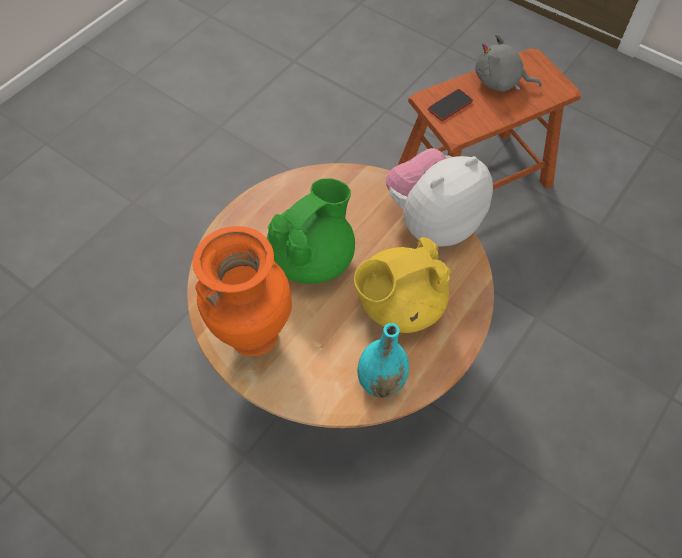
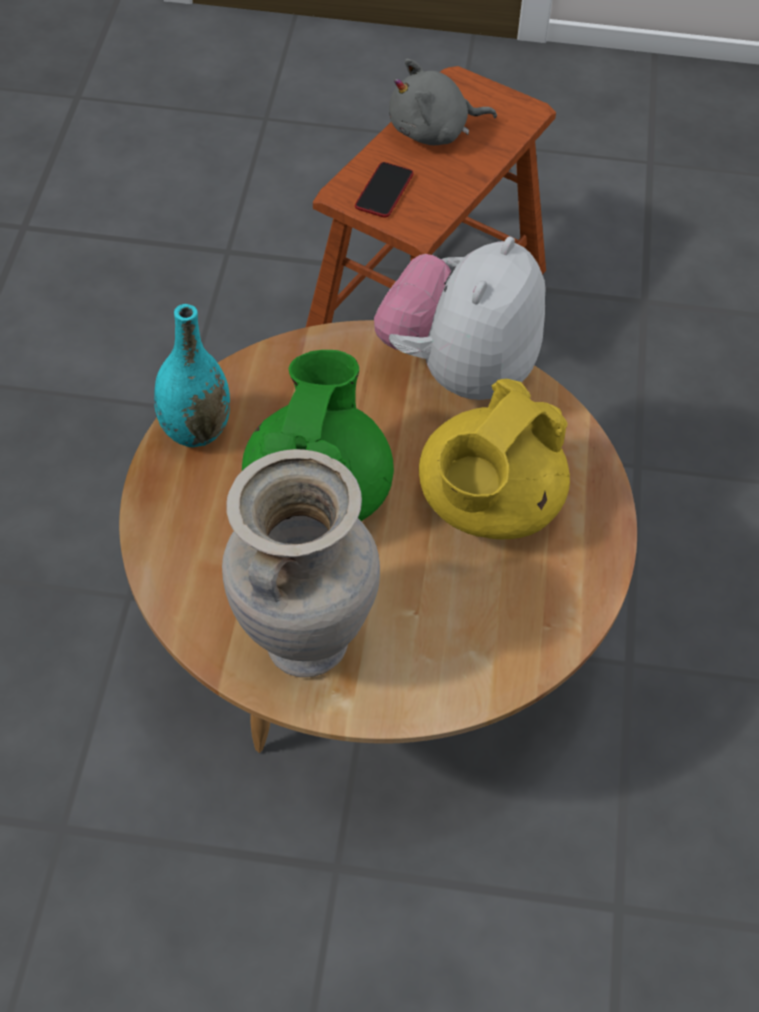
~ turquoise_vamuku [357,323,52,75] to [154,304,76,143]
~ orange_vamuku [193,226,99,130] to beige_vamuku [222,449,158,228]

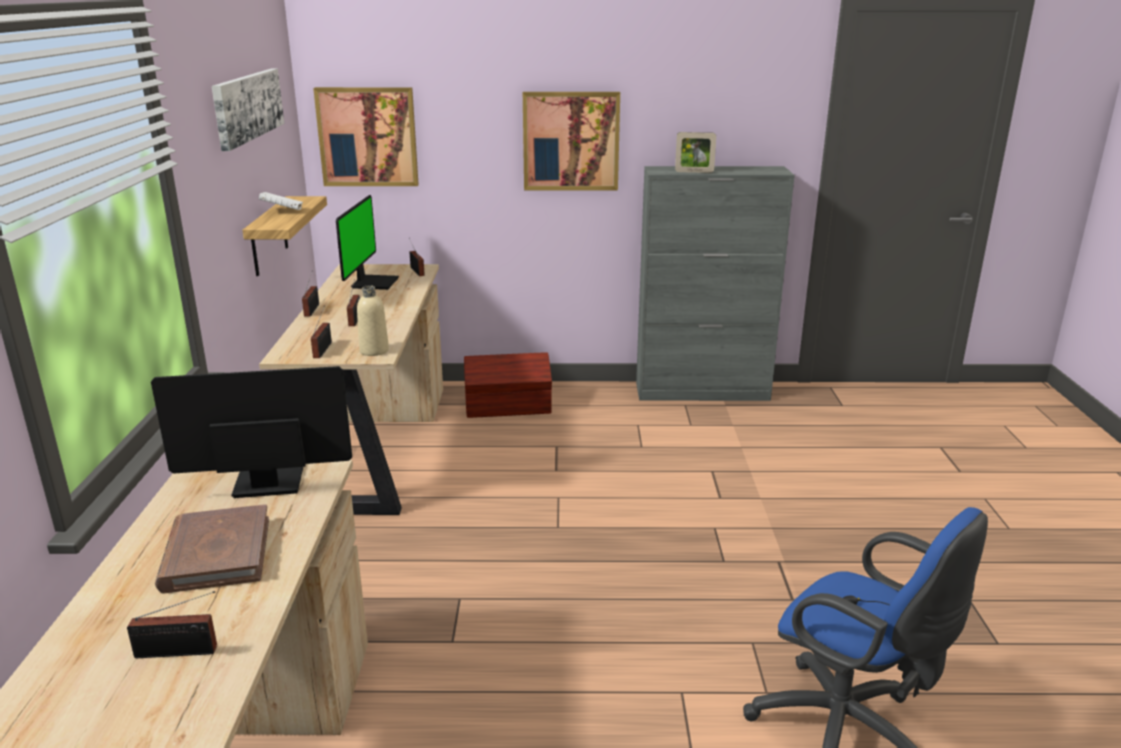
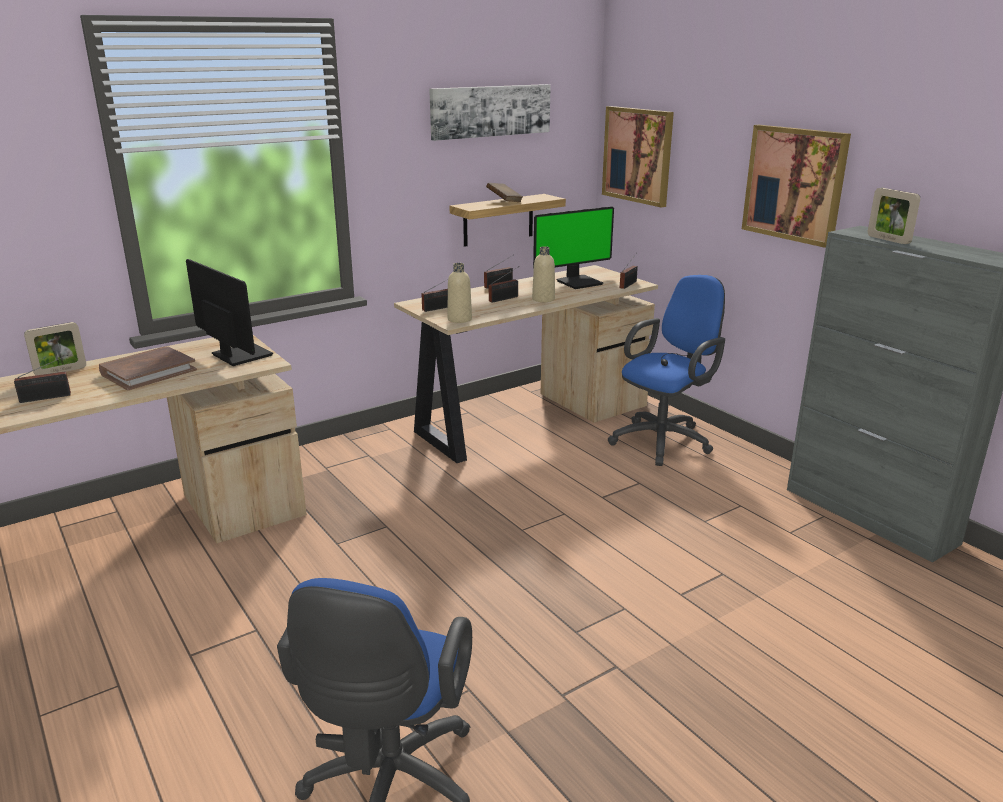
~ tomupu [127,591,90,67] = [14,355,57,48] 75 degrees counterclockwise
+ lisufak [24,322,62,53]
~ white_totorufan [259,192,44,18] to brown_totorufan [486,183,37,19]
+ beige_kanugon [532,246,23,56]
~ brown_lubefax [464,352,88,66] to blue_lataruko [608,275,117,191]

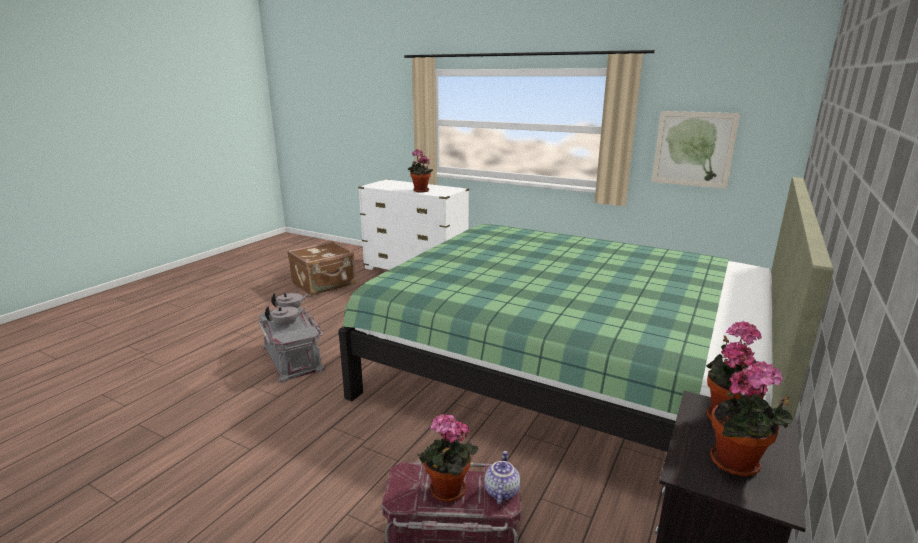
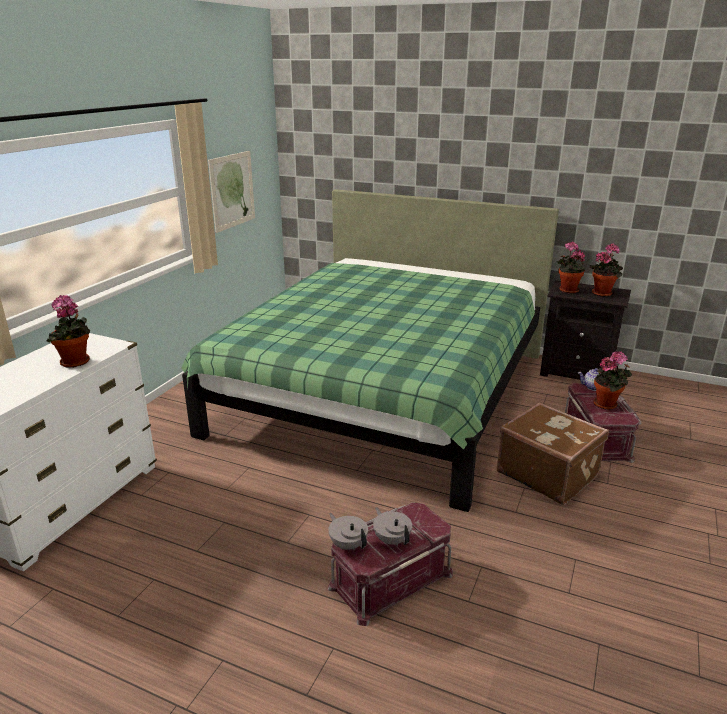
~ grey_lubefax [258,307,68,76] to red_lubefax [328,503,125,123]
~ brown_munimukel [287,241,69,55] to [496,402,113,103]

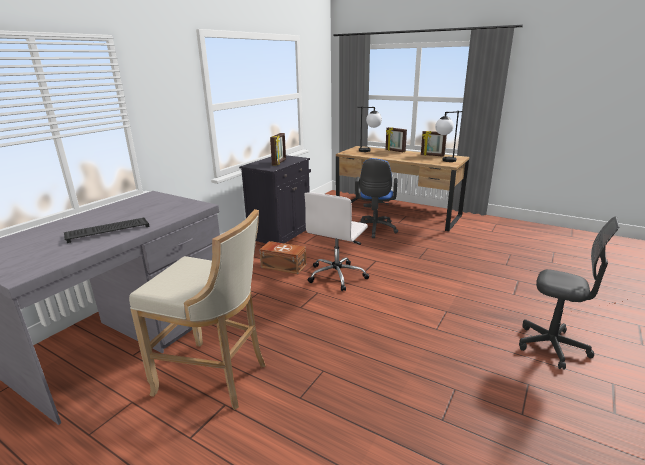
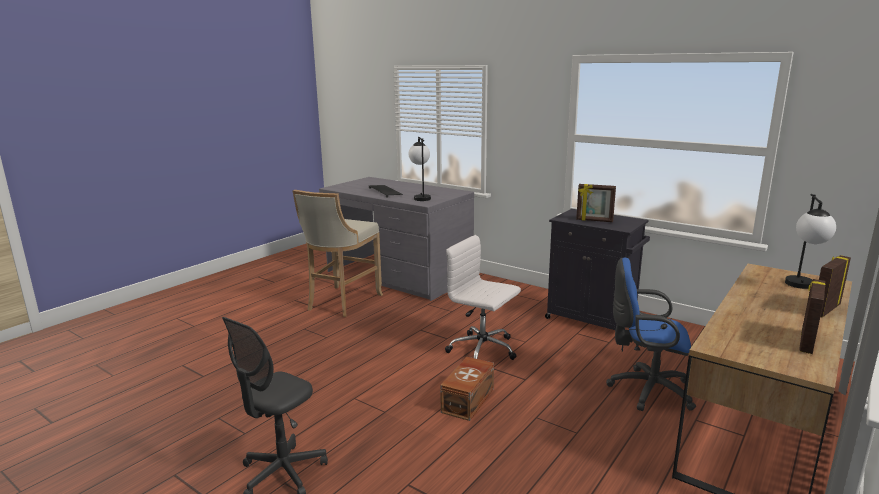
~ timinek [435,111,28,51] to [409,137,22,64]
~ brown_lubefax [259,241,47,33] to [440,357,54,64]

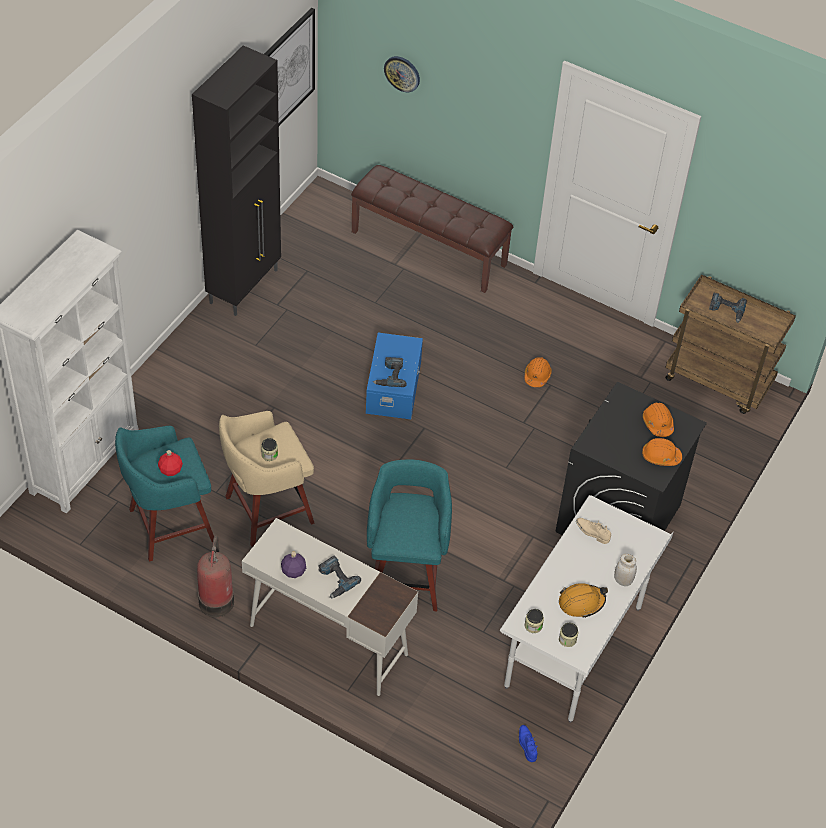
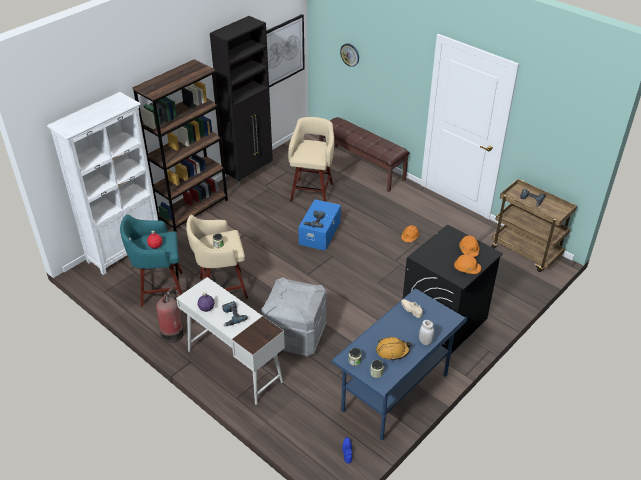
+ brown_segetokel [132,59,96,173]
~ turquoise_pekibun [367,459,85,152] to grey_lubefax [261,277,66,80]
+ beige_pekibun [288,117,46,85]
~ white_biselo [500,495,174,228] to blue_biselo [331,288,137,153]

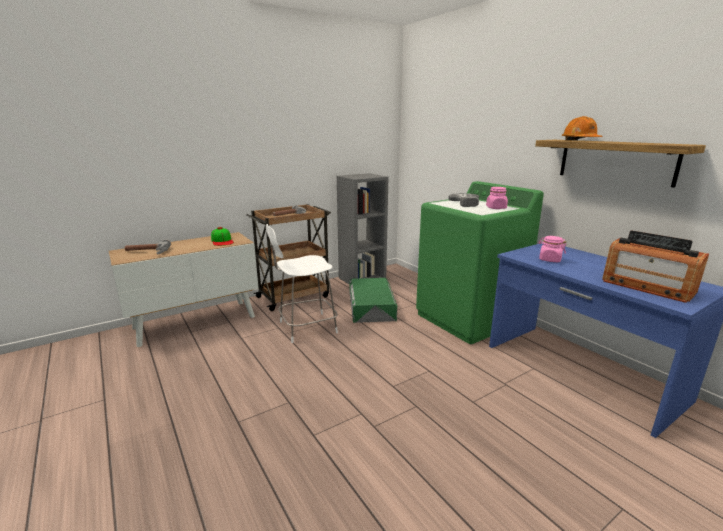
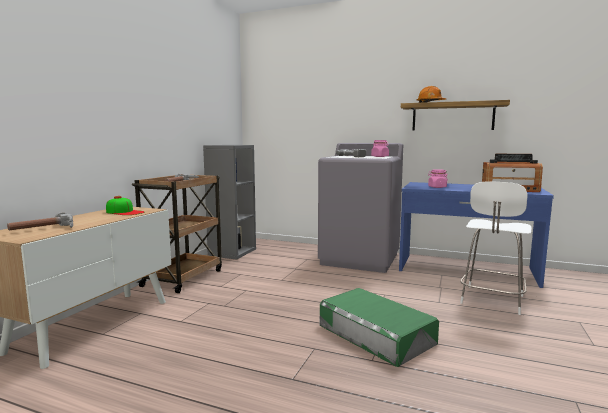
~ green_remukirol [416,181,128,163] to grey_remukirol [318,143,85,130]
~ green_lubefax [349,278,48,45] to [320,288,119,79]
~ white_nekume [266,224,72,119] to [460,181,72,134]

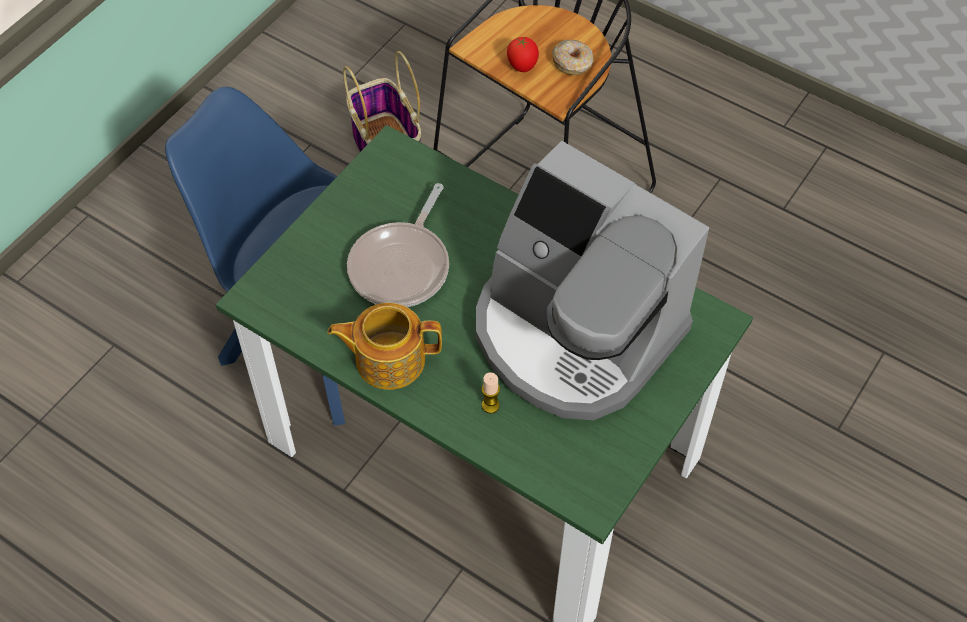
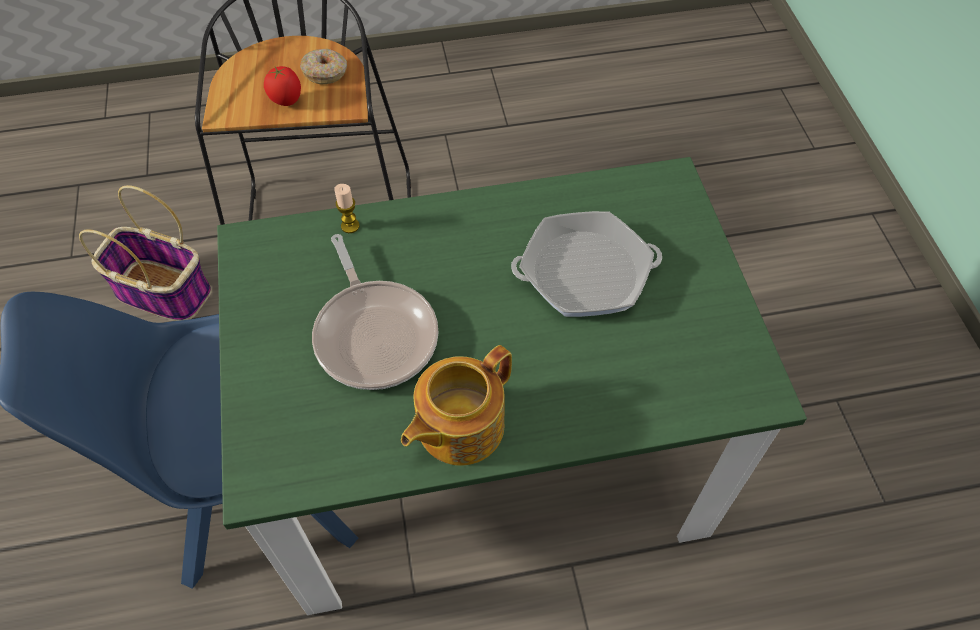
~ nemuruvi [481,372,19,41] to [334,184,26,49]
~ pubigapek [476,141,233,279] to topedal [511,211,151,106]

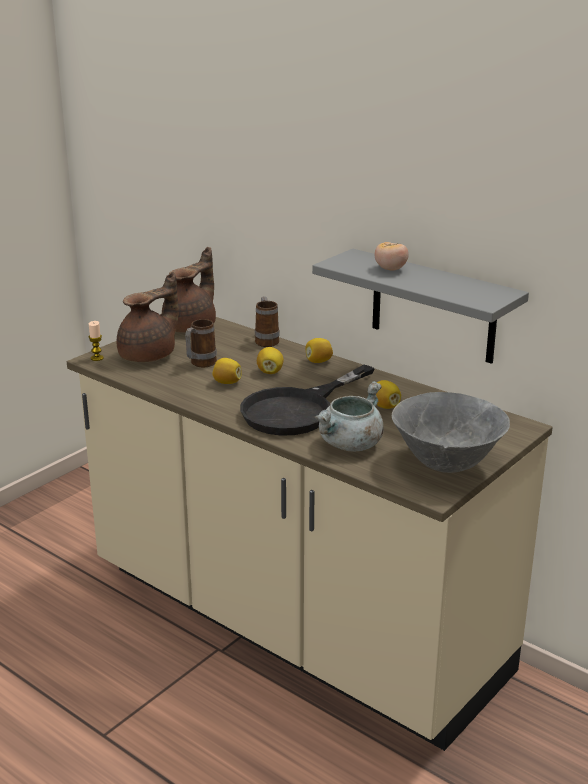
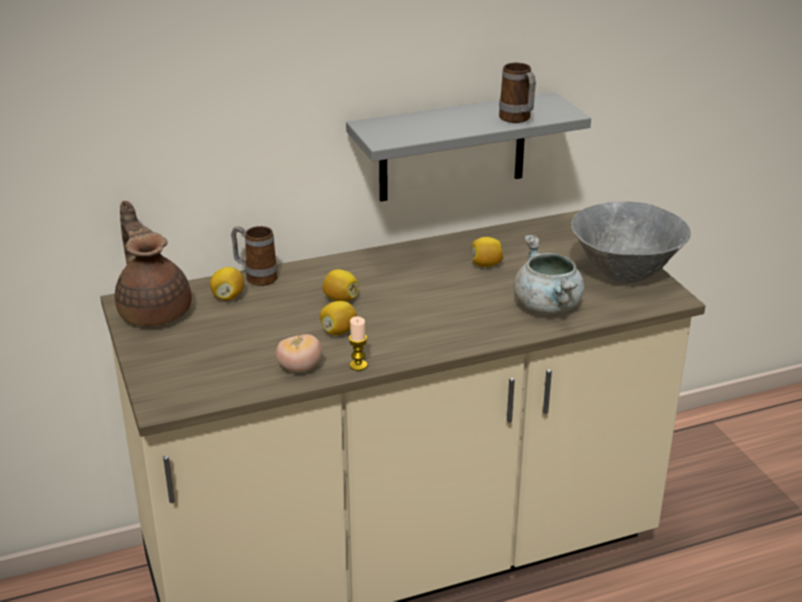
~ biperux [305,338,28,25] to [210,267,34,34]
~ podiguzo [375,242,34,28] to [275,334,47,39]
~ nemuruvi [88,321,16,40] to [349,316,19,55]
~ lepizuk [185,319,32,49] to [499,63,37,60]
- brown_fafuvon [117,272,62,90]
- black_topedal [240,364,135,72]

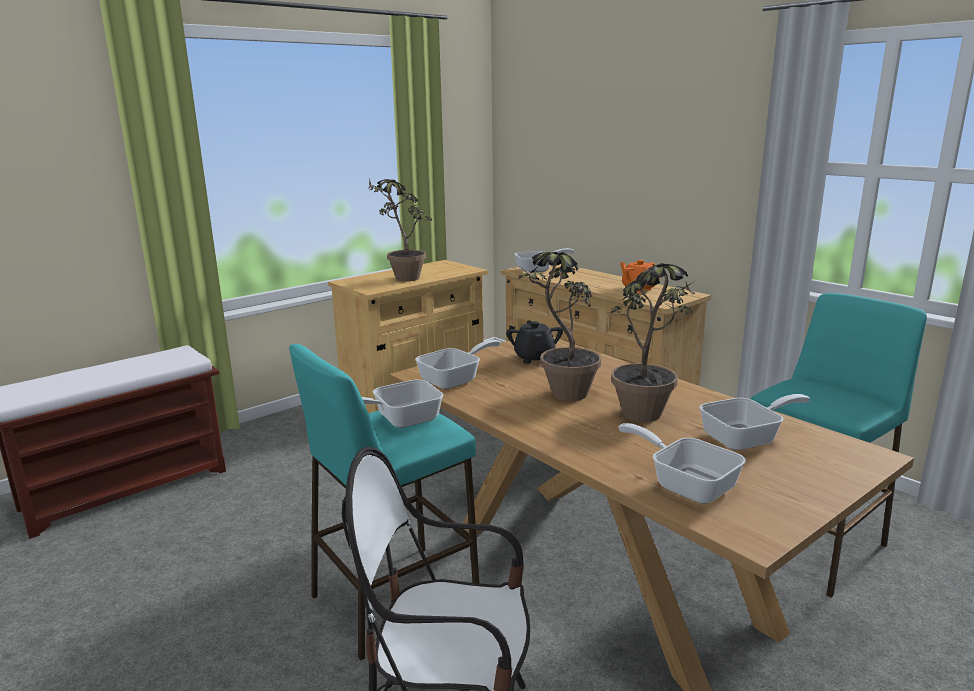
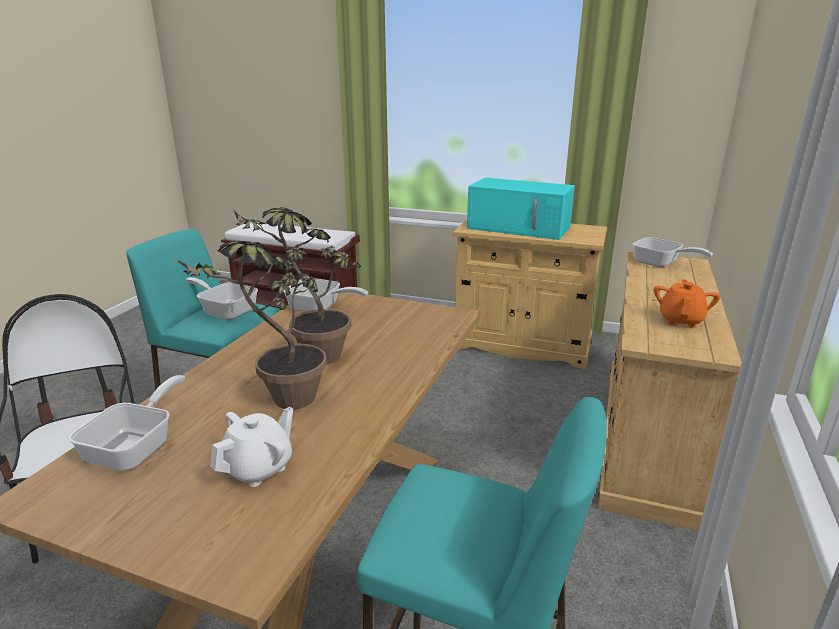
~ topedal [699,394,111,56] to white_fafuvon [210,407,83,80]
~ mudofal [369,178,63,103] to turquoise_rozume [467,178,108,62]
- black_fafuvon [506,321,57,43]

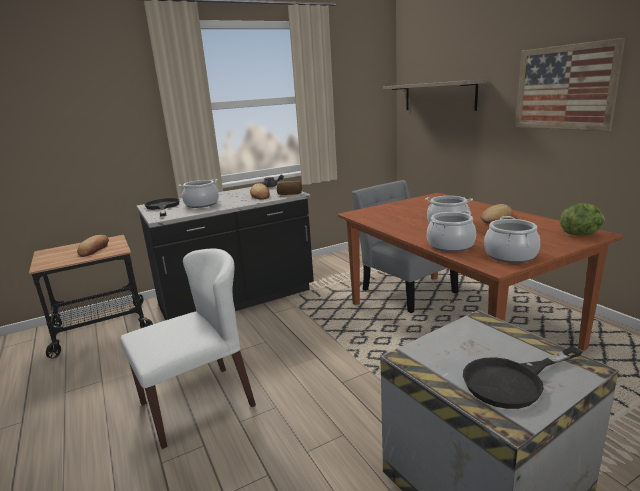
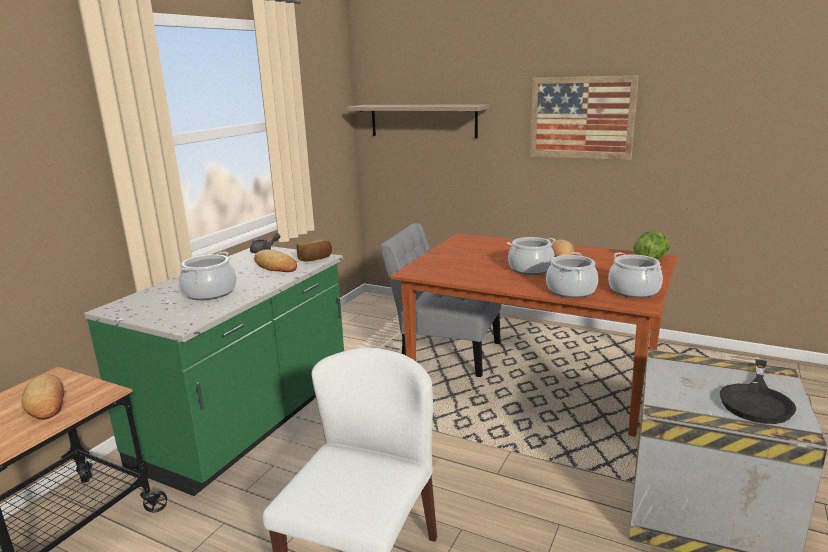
~ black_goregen [137,185,177,135] to green_goregen [84,246,260,250]
- black_topedal [144,198,36,18]

